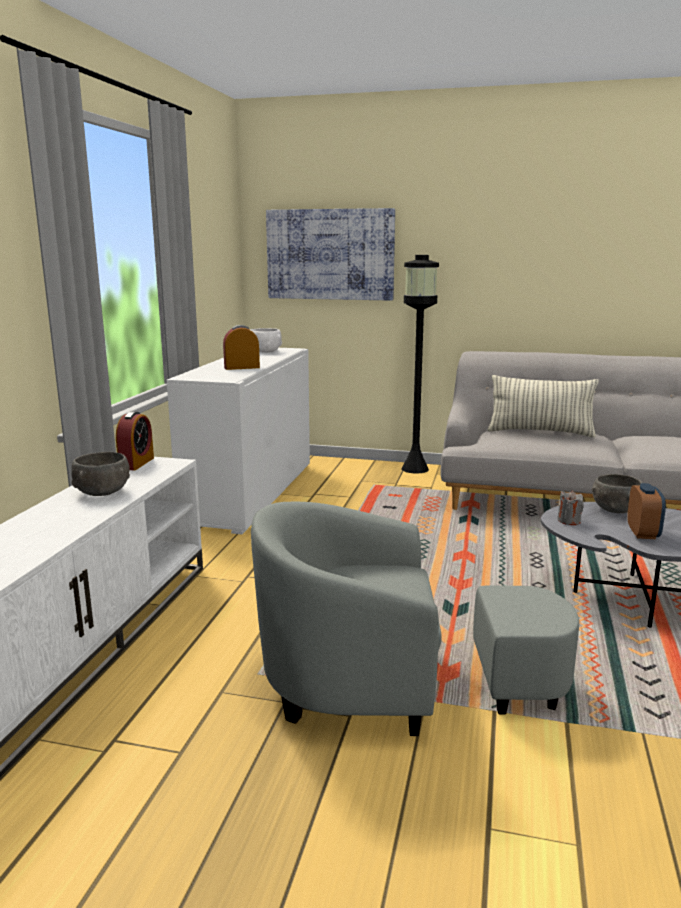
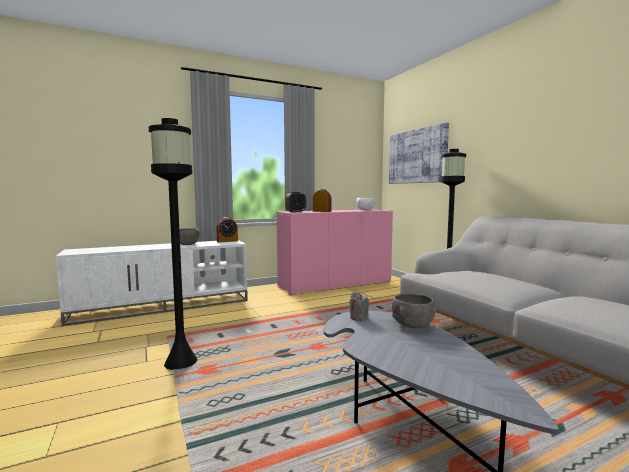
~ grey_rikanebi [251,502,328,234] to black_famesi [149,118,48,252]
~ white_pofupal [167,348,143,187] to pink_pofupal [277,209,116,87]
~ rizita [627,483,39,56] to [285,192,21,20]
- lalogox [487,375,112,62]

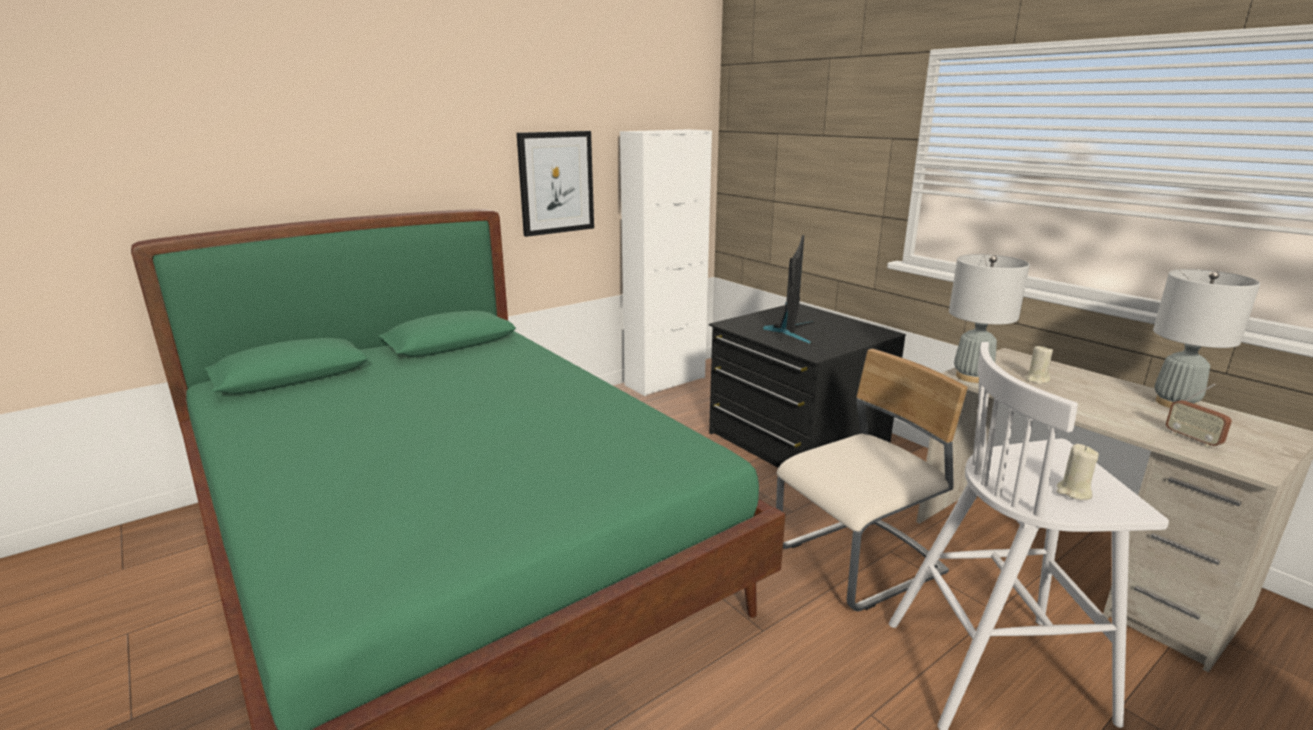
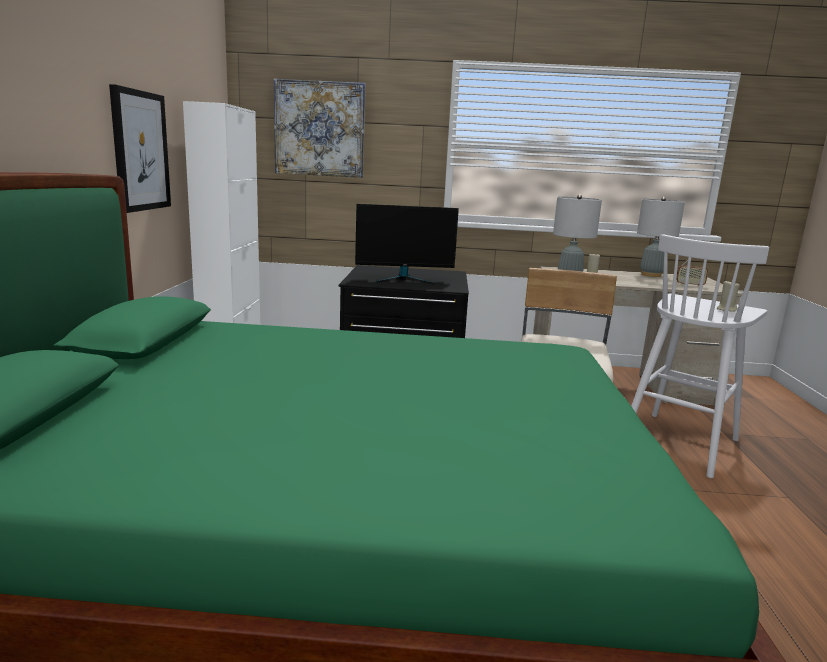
+ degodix [274,79,91,99]
~ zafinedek [763,235,51,109] = [355,204,104,81] 120 degrees clockwise

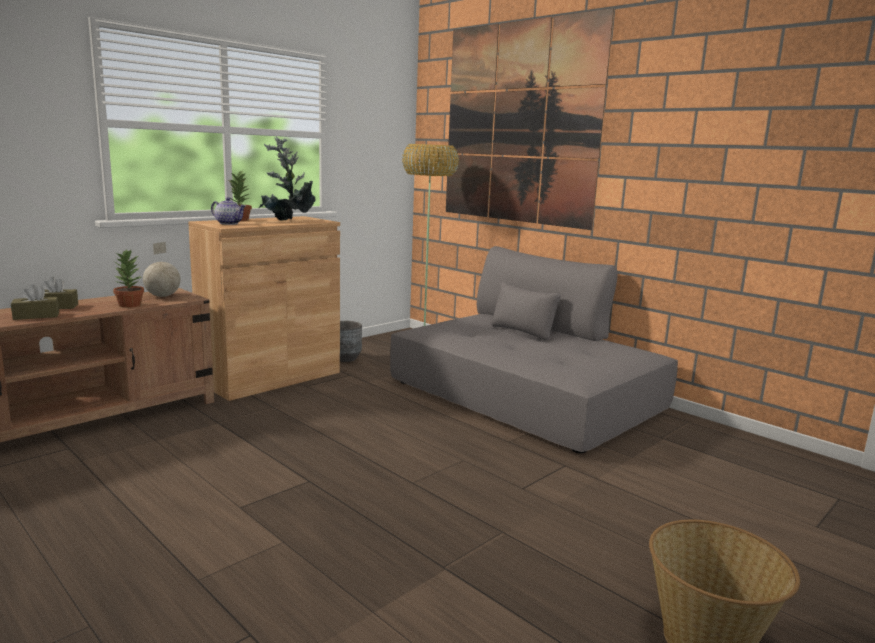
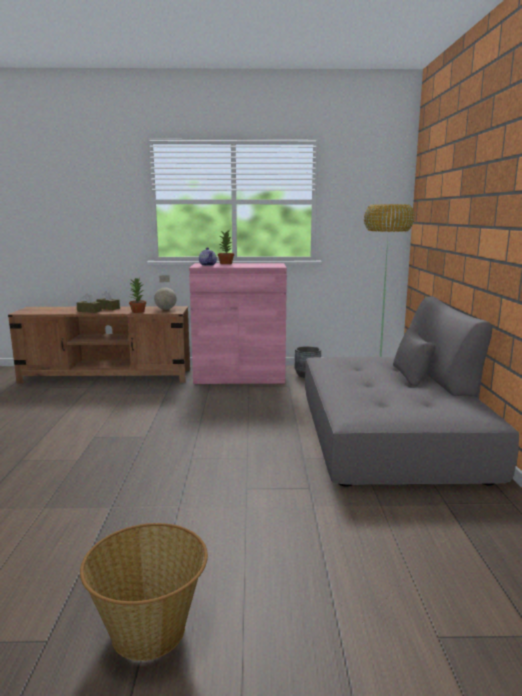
~ brown_pofupal [188,216,152,185] to pink_pofupal [189,263,98,121]
- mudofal [259,136,57,85]
- degodix [446,8,168,222]

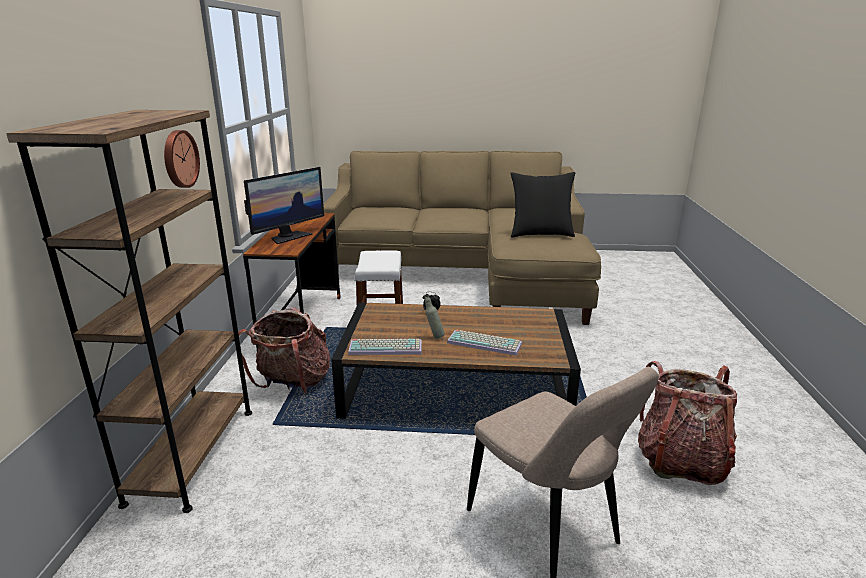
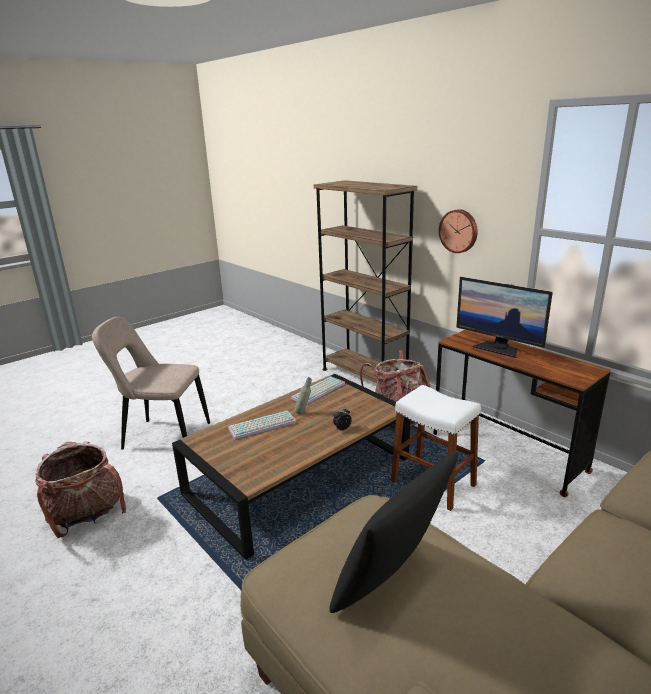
~ zafinedek [244,167,80,77] = [456,277,97,81] 45 degrees counterclockwise

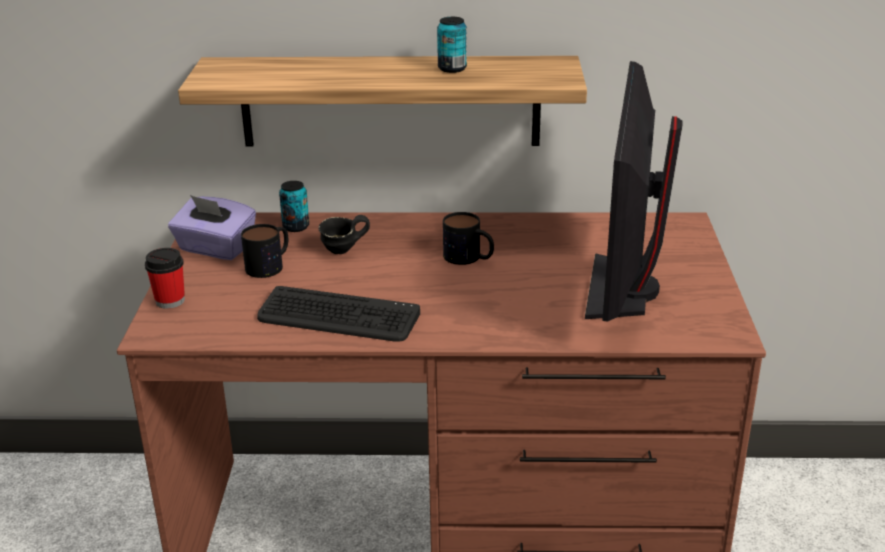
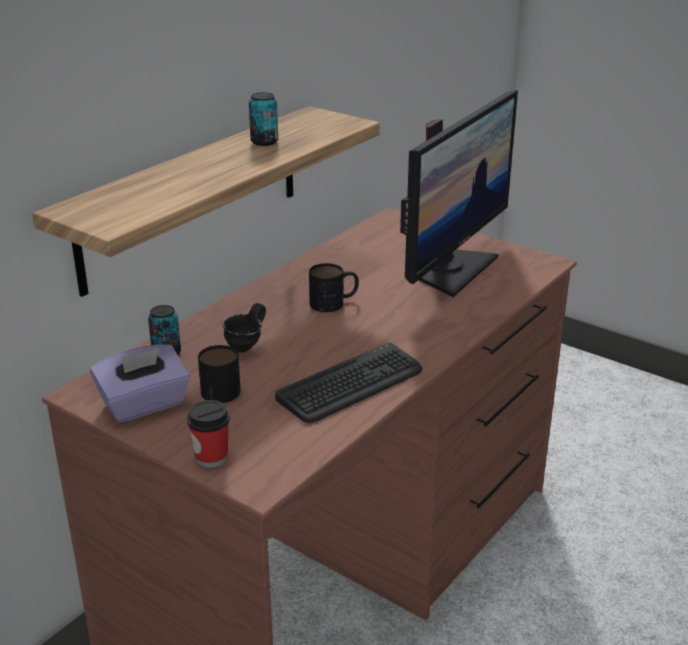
~ zafinedek [585,61,97,260] = [400,90,118,207] 105 degrees counterclockwise

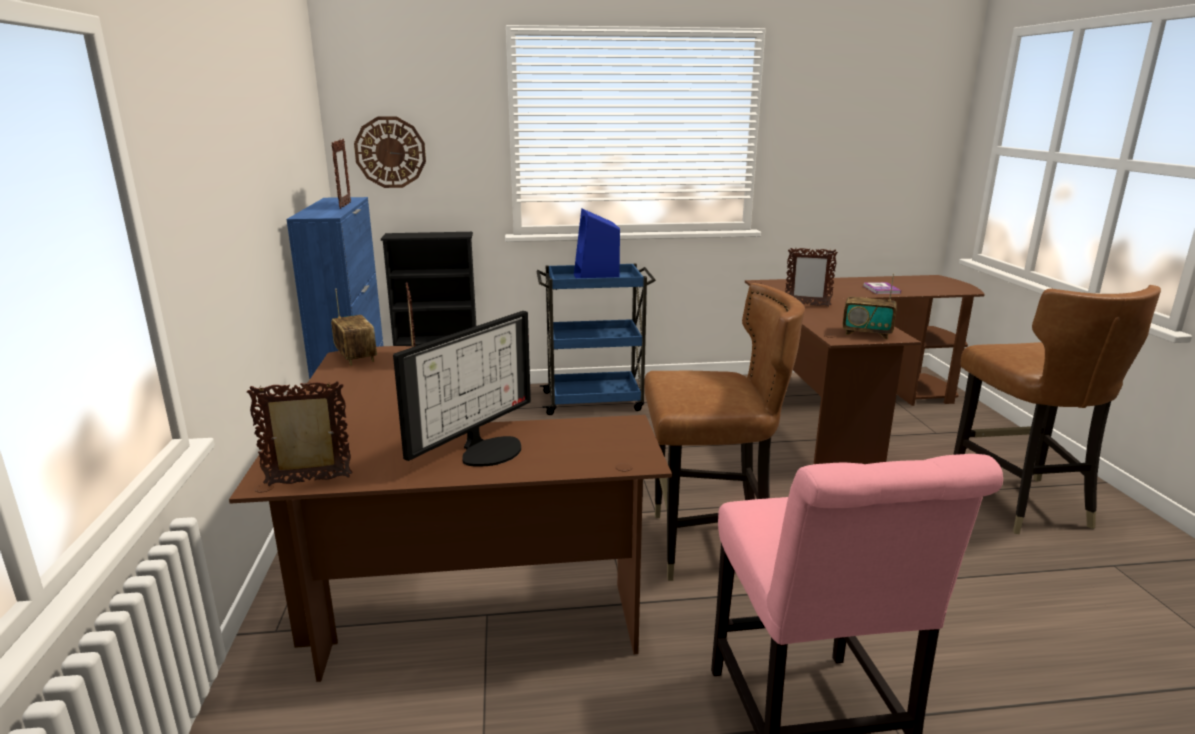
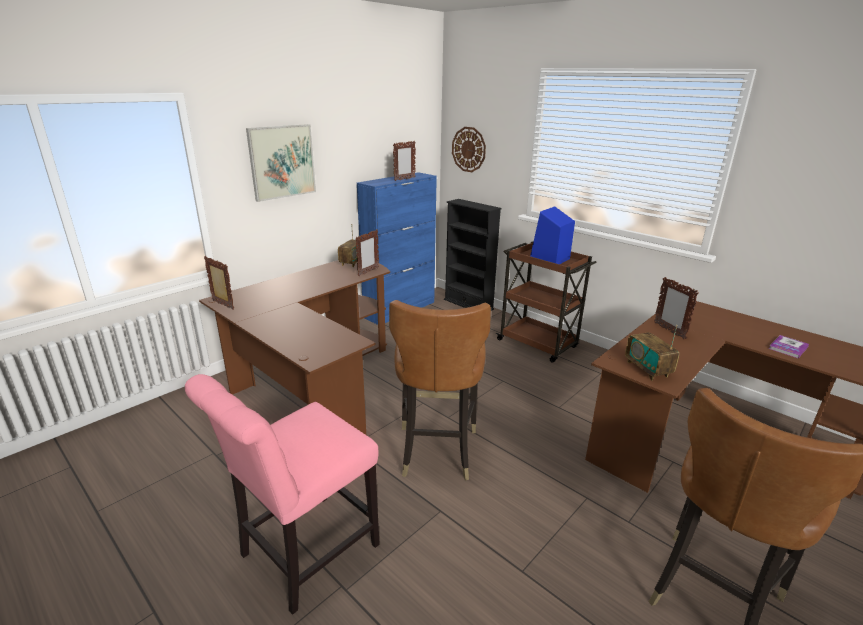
+ degodix [246,124,70,78]
~ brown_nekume [644,283,161,298] = [389,300,102,180] 45 degrees clockwise
~ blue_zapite [536,263,120,152] to brown_zapite [495,241,102,122]
- zafinedek [393,311,138,156]

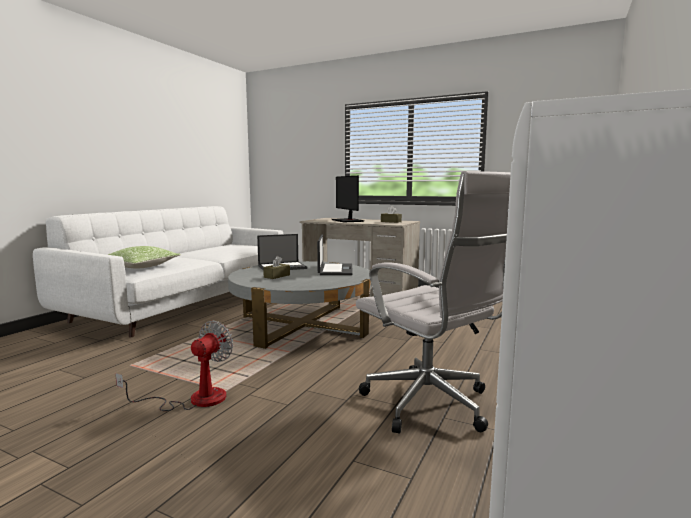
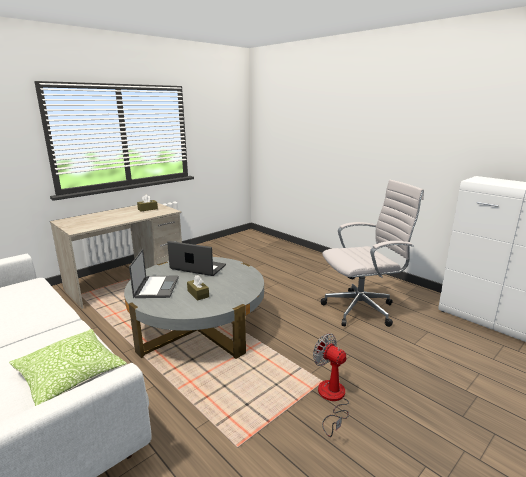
- zafinedek [332,176,32,46]

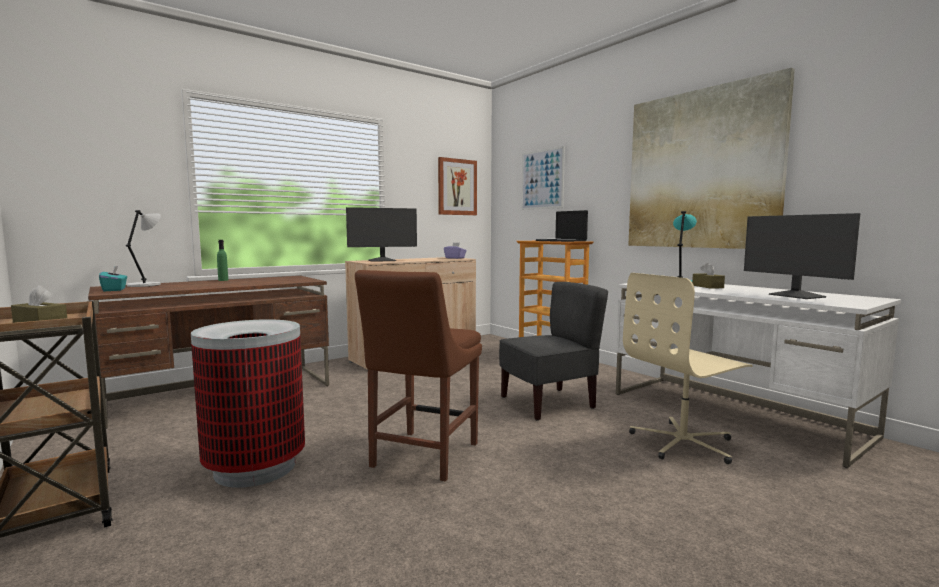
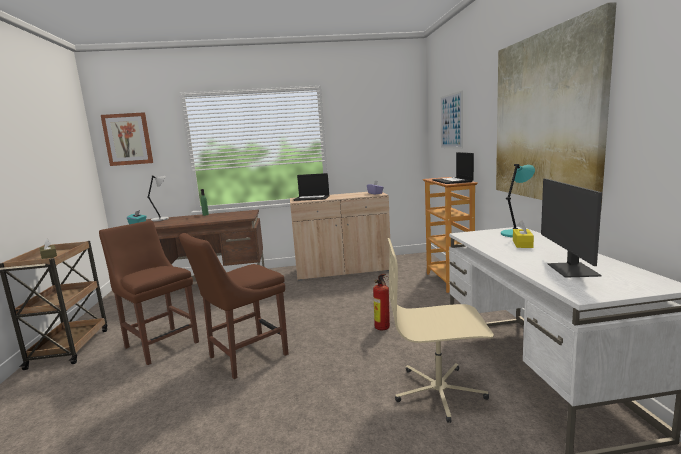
~ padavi [191,319,114,169] to brown_nekume [99,220,100,145]
~ degodix [438,157,39,58] to [101,112,52,54]
~ zafinedek [346,207,71,55] to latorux [293,173,36,28]
~ grey_nekume [499,282,109,139] to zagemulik [373,274,17,56]
~ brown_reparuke [692,263,33,26] to yellow_reparuke [513,221,21,27]

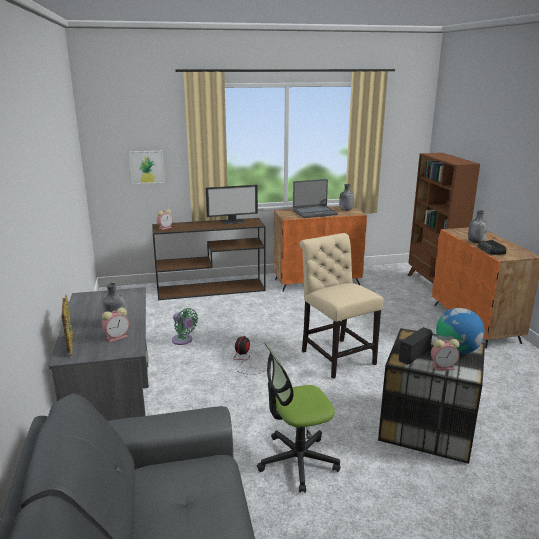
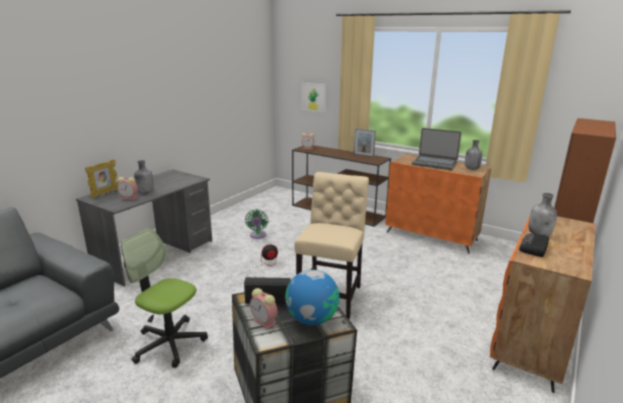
~ zafinedek [206,185,52,39] to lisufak [354,128,22,29]

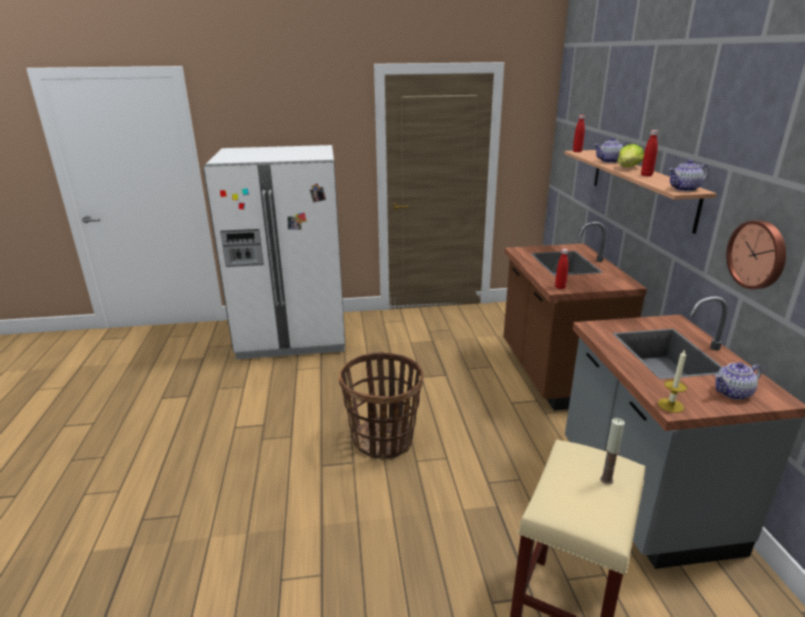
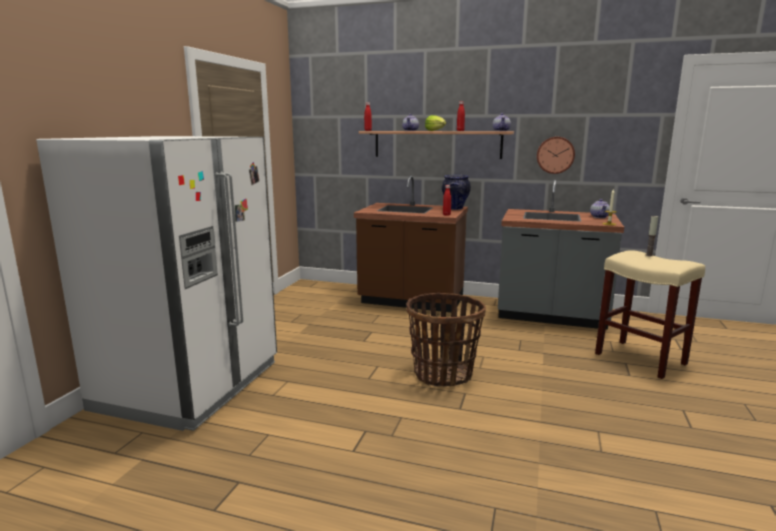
+ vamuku [442,175,29,35]

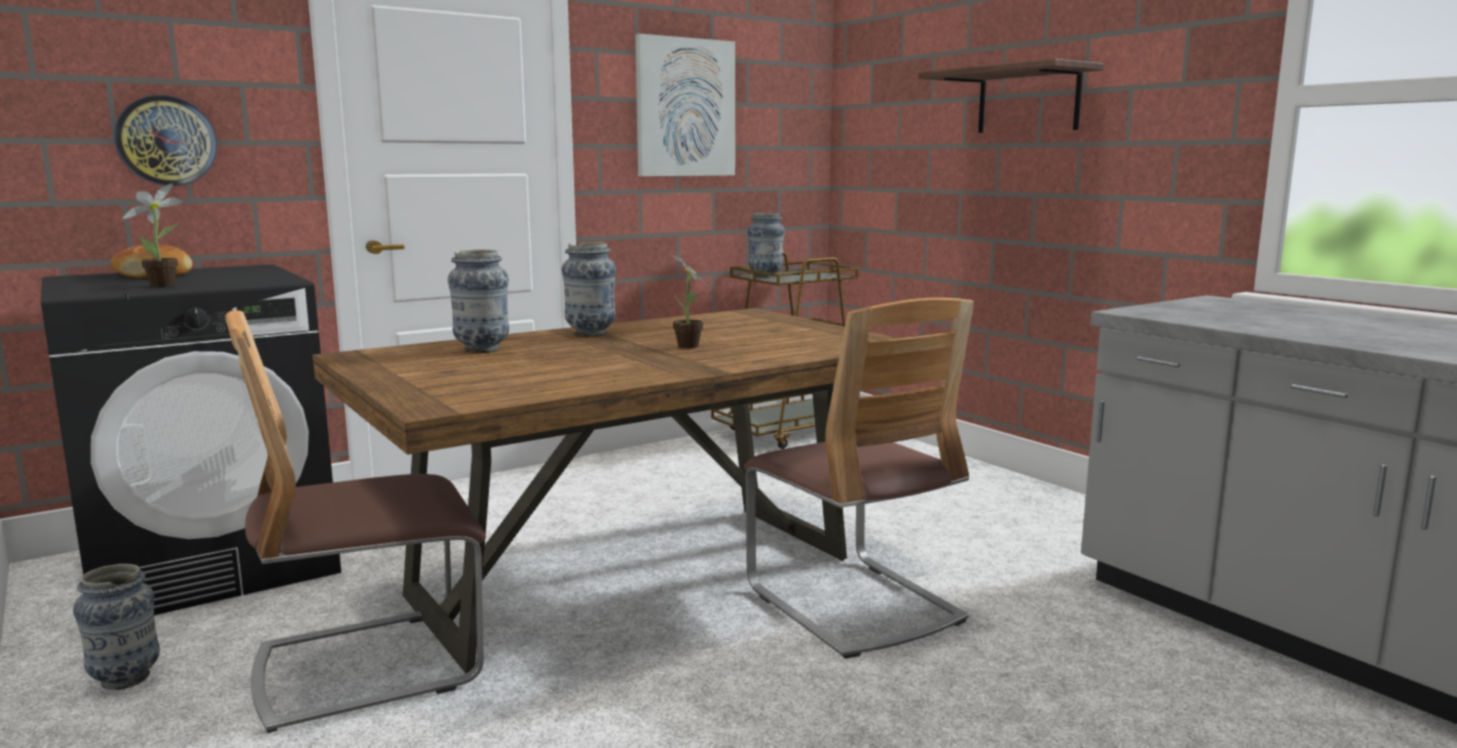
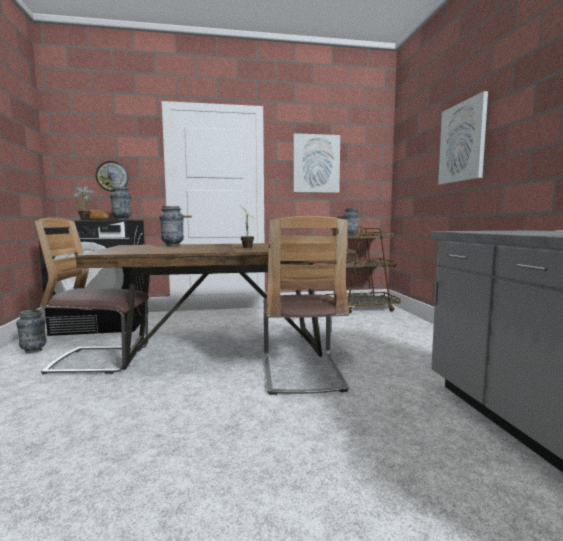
~ vamuku [562,242,54,95] to [110,186,21,34]
~ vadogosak [918,59,186,74] to degodix [438,91,50,94]

